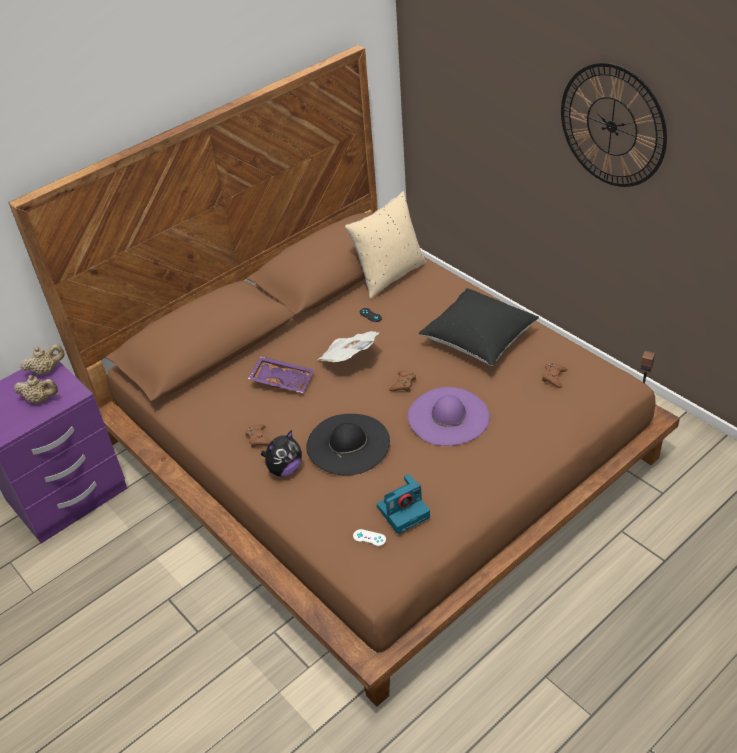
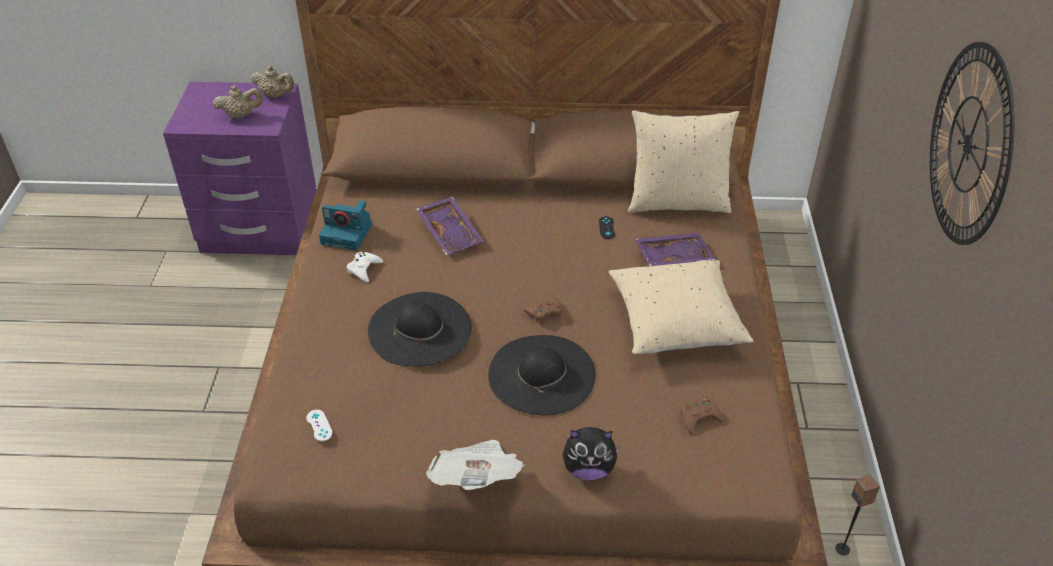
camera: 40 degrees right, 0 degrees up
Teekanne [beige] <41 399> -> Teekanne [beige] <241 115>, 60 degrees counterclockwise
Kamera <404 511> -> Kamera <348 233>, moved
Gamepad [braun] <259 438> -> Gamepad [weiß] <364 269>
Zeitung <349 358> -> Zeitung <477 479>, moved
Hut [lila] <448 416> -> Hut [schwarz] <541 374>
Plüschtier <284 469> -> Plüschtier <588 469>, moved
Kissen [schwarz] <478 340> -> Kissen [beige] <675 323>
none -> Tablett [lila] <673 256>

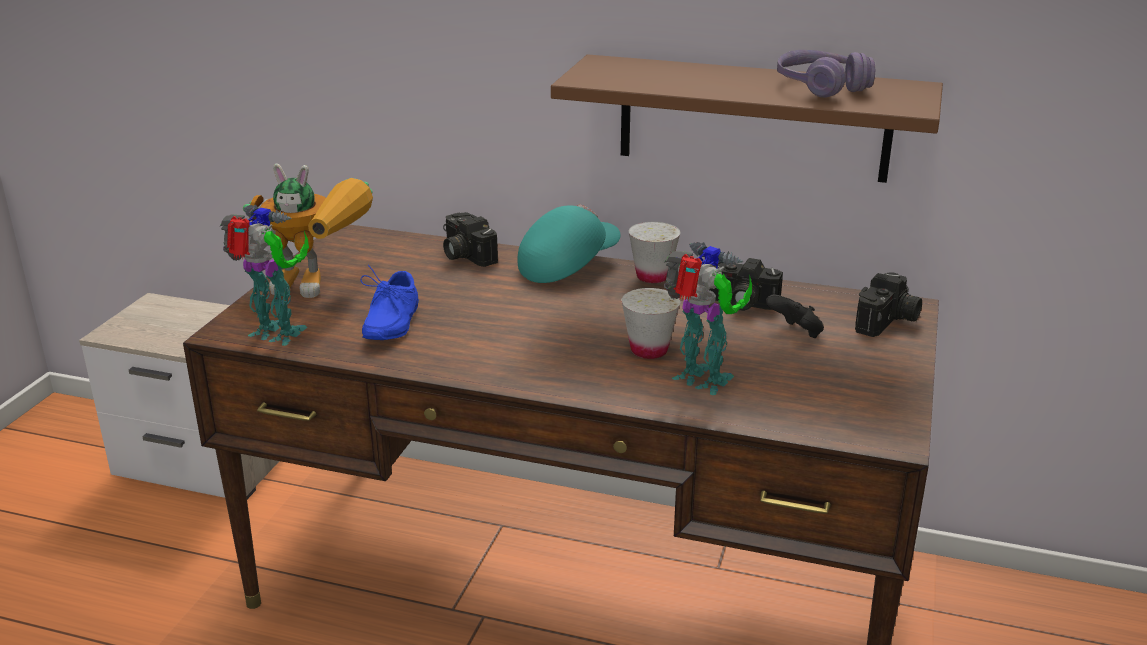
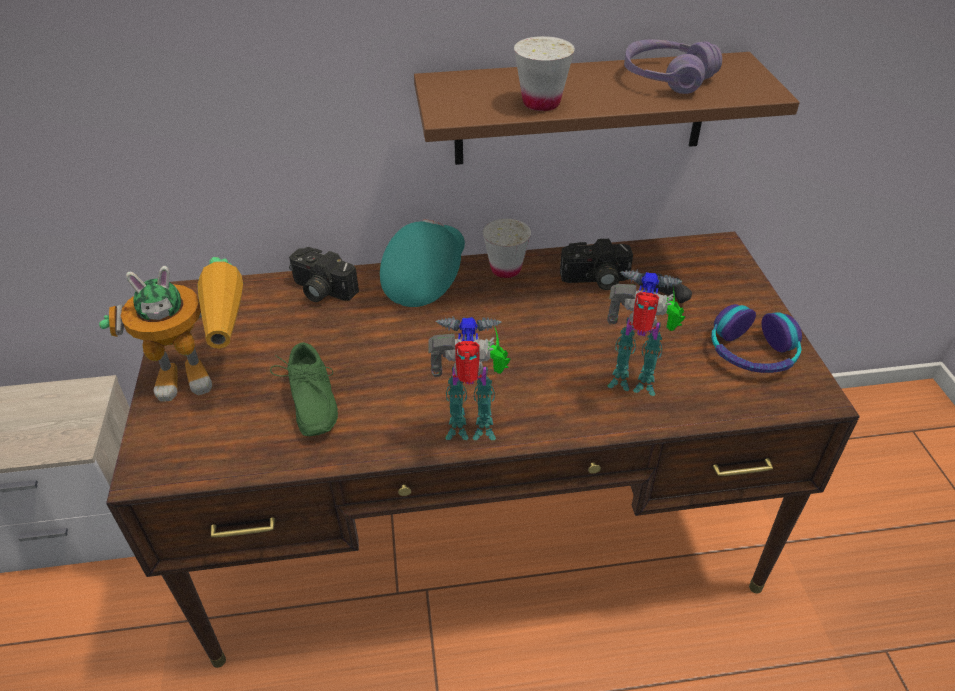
camera: 25 degrees left, 15 degrees up
Schuh [blau] <388 323> -> Schuh [grün] <309 403>
Spielzeugroboter <277 335> -> Spielzeugroboter <473 429>, moved
Tasse [weiß] <649 350> -> Tasse [weiß] <541 103>, moved
none -> Kopfhörer <752 352>
Kamera <888 322> -> none

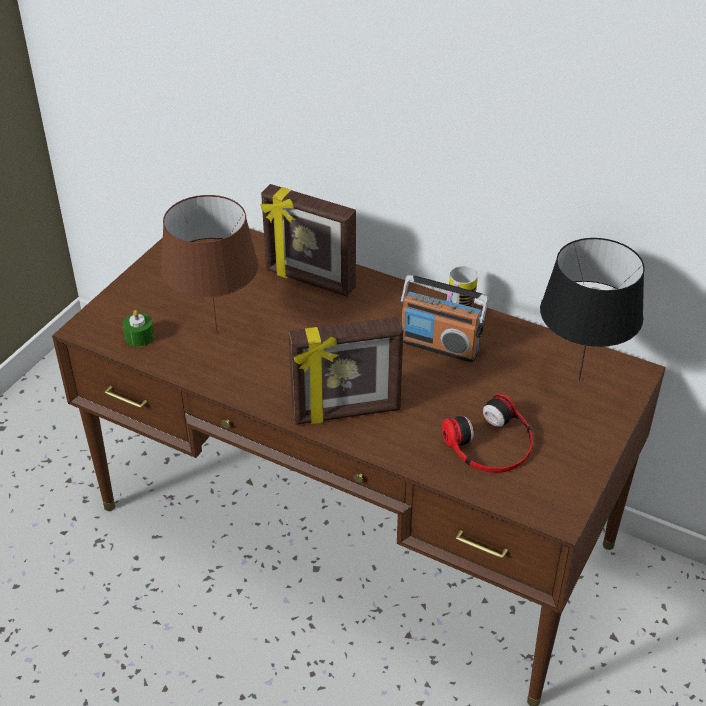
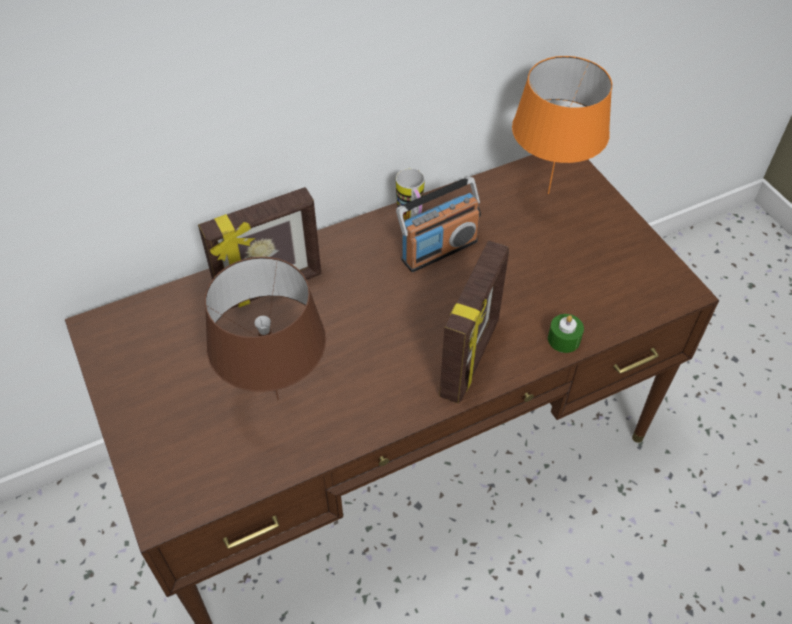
camera: 55 degrees left, 10 degrees up
Tischlampe [schwarz] <579 379> -> Tischlampe [orange] <548 192>
Kerze [grün] <139 337> -> Kerze [grün] <564 339>, moved
Kopfhörer <491 444> -> none

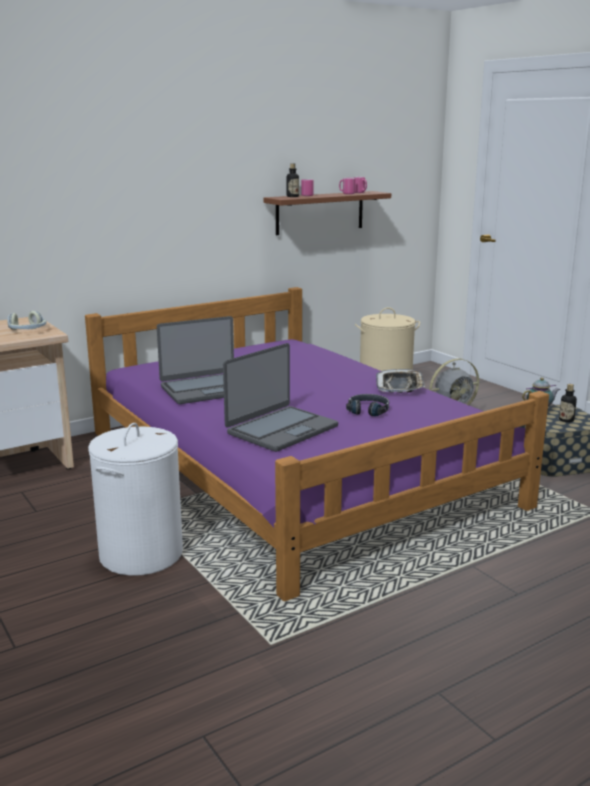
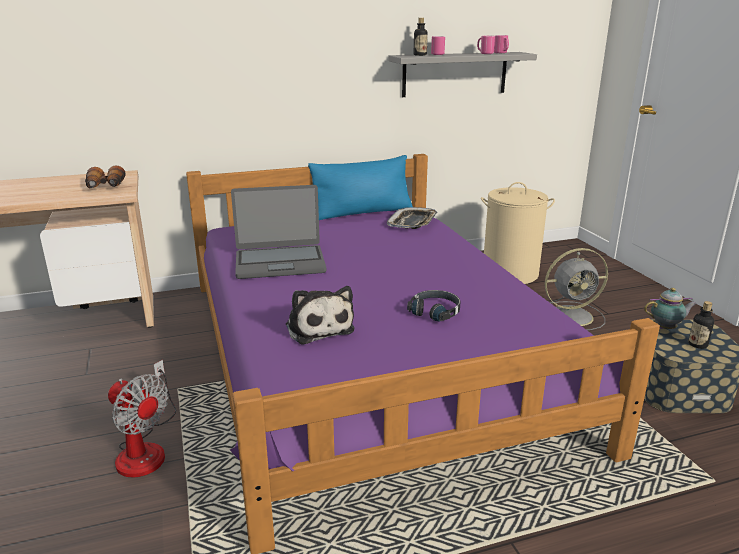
camera: 15 degrees right, 5 degrees up
Kopfhörer <28 331> -> Fernglas <105 187>
Wäschekorb [weiß] <141 553> -> Ventilator <145 448>
Laptop <281 429> -> Plüschtier <318 327>
none -> Kissen [blau] <362 213>
Tablett <400 386> -> Tablett <412 223>, moved
Wandregal [braun] <320 212> -> Wandregal [grau] <455 74>

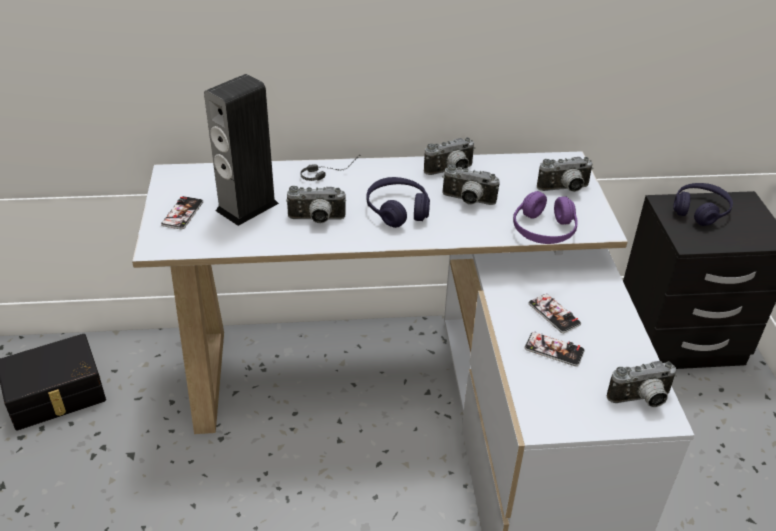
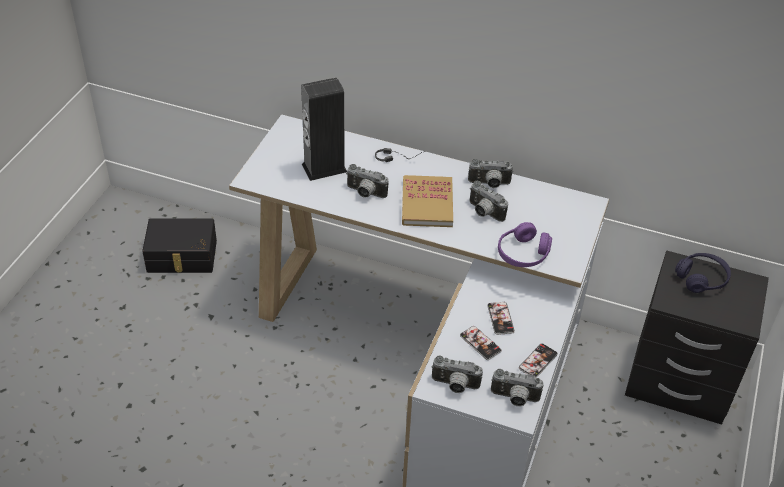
camera: 25 degrees right, 5 degrees up
Kopfhörer [lila] <397 210> -> Buch <427 203>
Kamera <565 190> -> Kamera <454 386>, moved
Handy <182 213> -> Handy <538 361>, moved

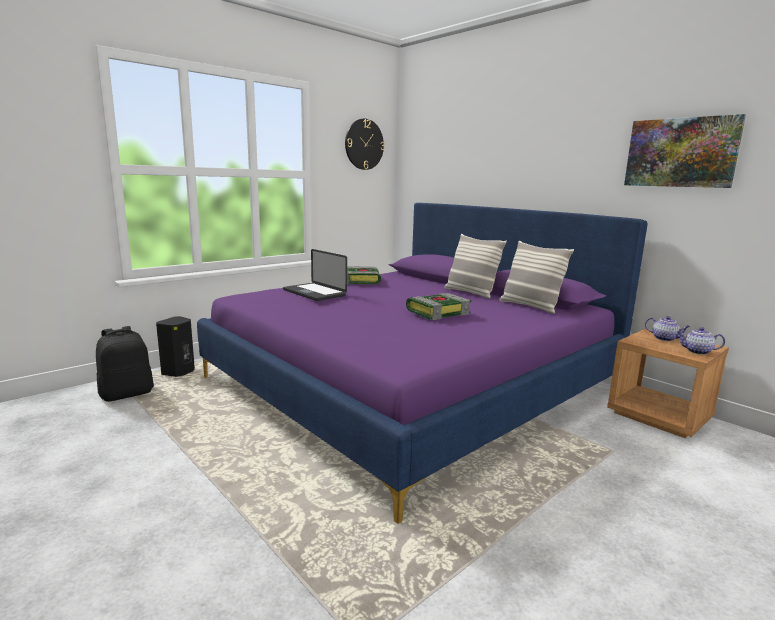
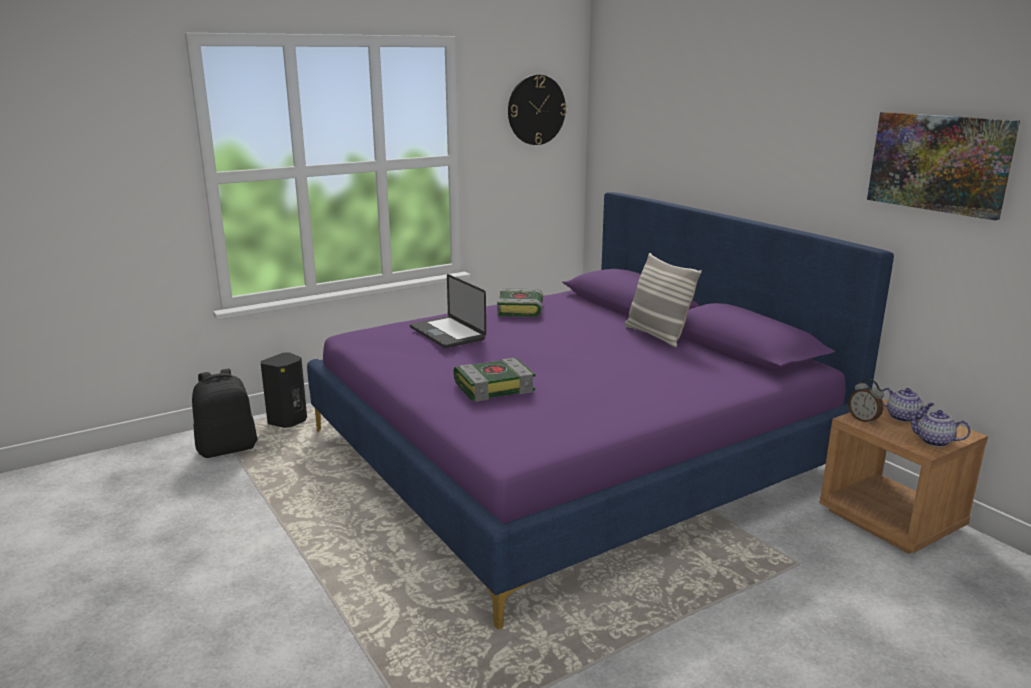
camera: 10 degrees right, 5 degrees up
Buch <438 312> -> Buch <494 387>, moved
none -> Wecker <864 420>
Kissen <530 306> -> none

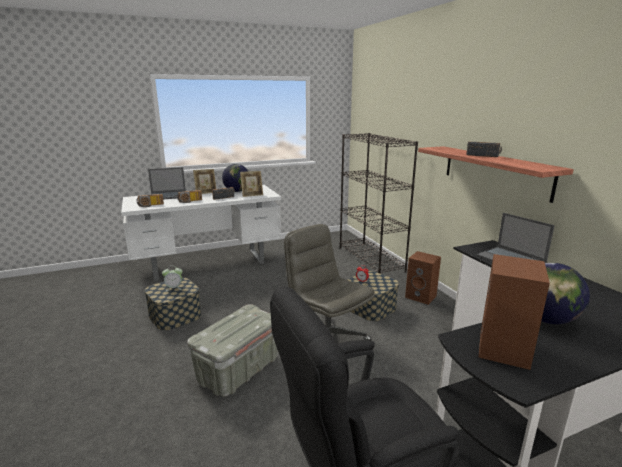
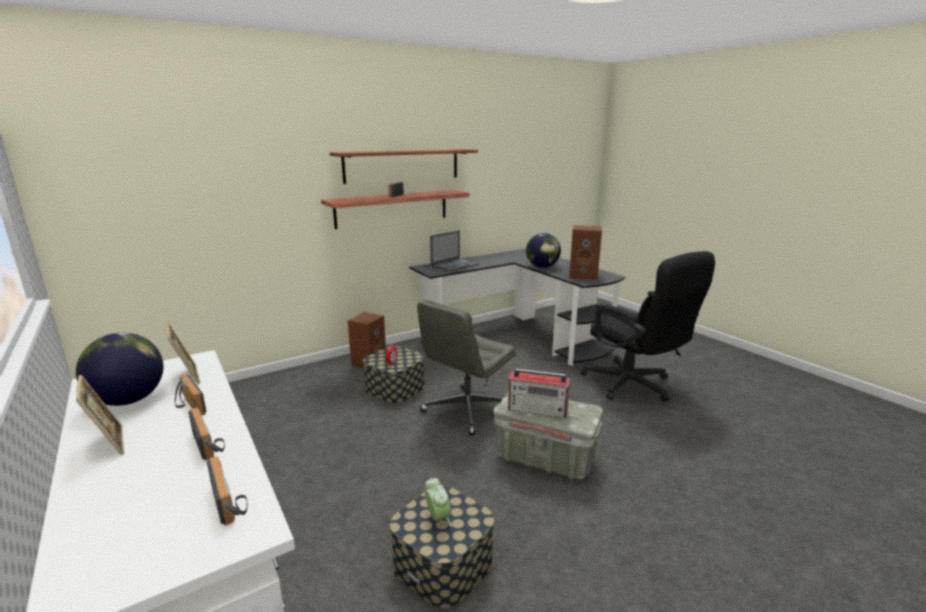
camera: 100 degrees left, 0 degrees up
none -> Wandregal <402 165>
none -> Radio <538 409>
Laptop <169 196> -> none
Bücherregal [schwarz] <371 259> -> none

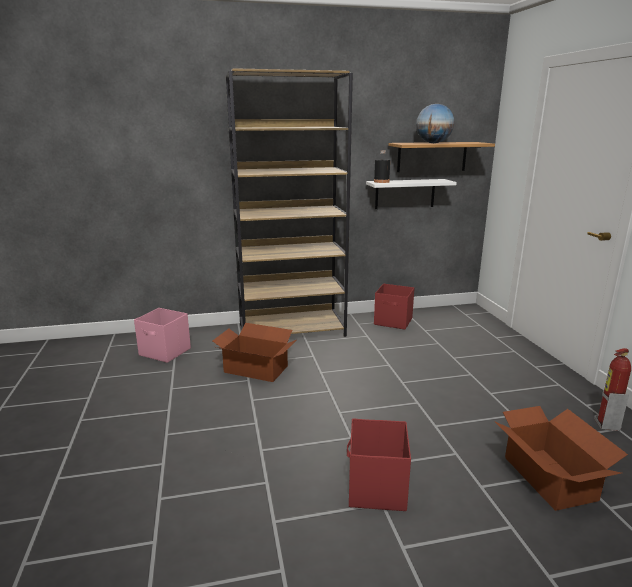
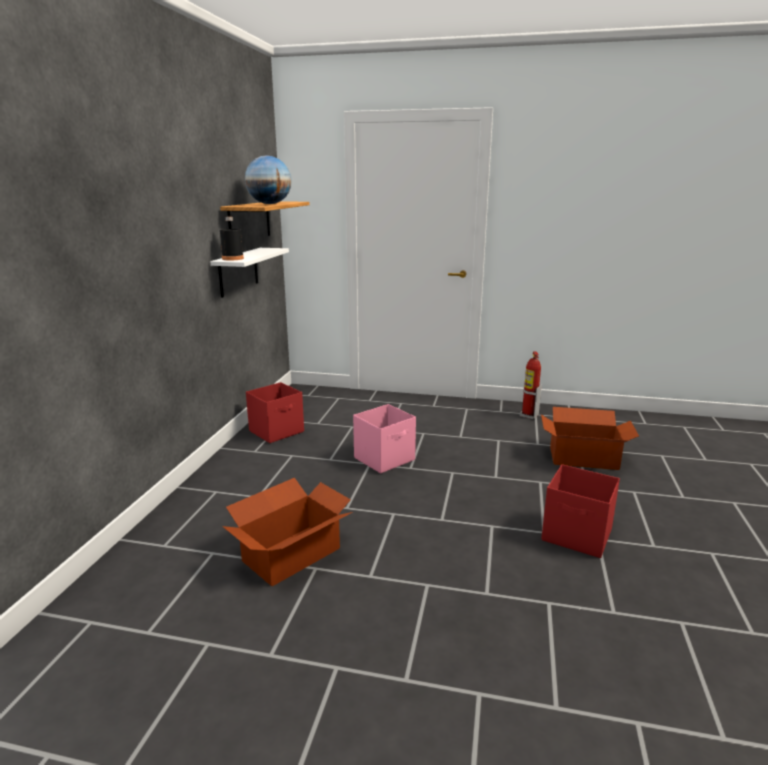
camera: 65 degrees left, 0 degrees up
Aufbewahrungsbox [rosa] <165 352> -> Aufbewahrungsbox [rosa] <385 459>, moved
Bücherregal [braun] <292 330> -> none

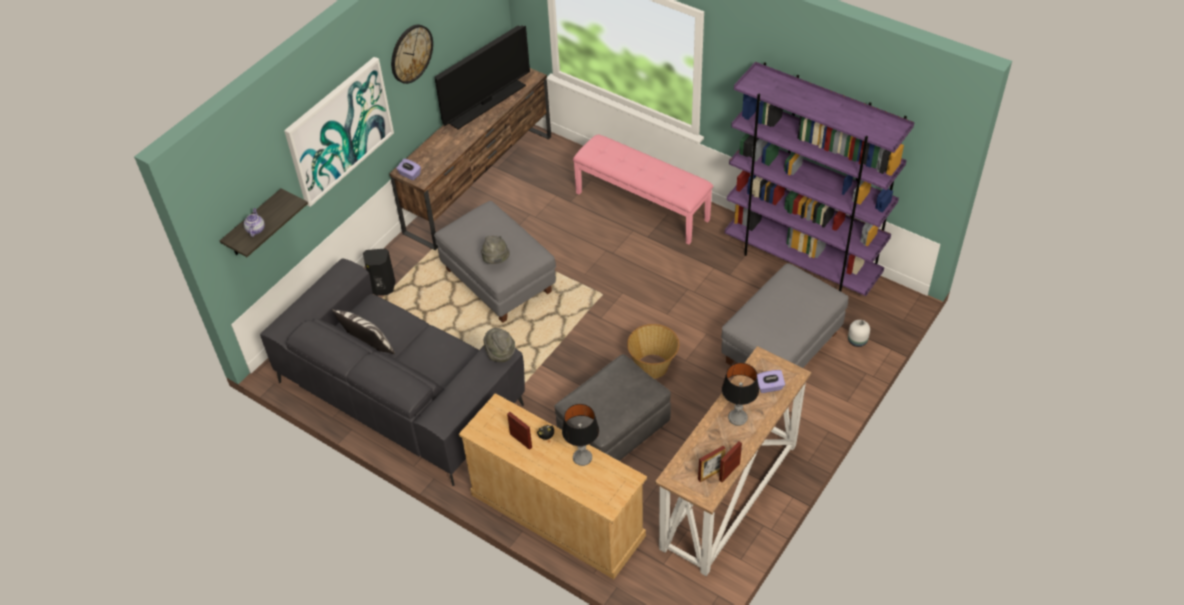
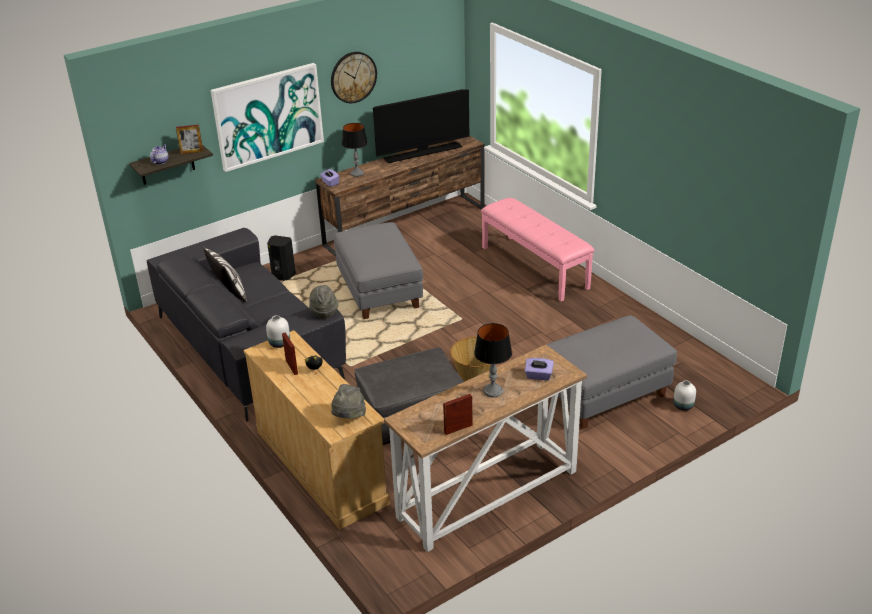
camera: 20 degrees right, 15 degrees down
Bilderrahmen <711 474> -> Bilderrahmen <192 152>, moved
none -> Vase [weiß] <279 343>
Hut [grau] <496 261> -> Hut [grau] <349 417>, moved
Tischlampe <582 458> -> Tischlampe <357 173>, moved
Bücherregal [lila] <802 262> -> none

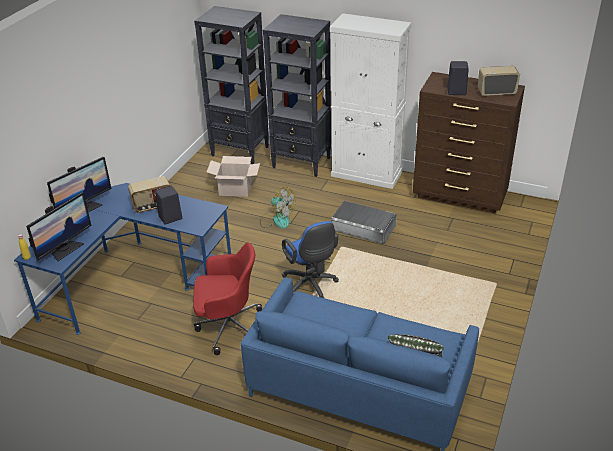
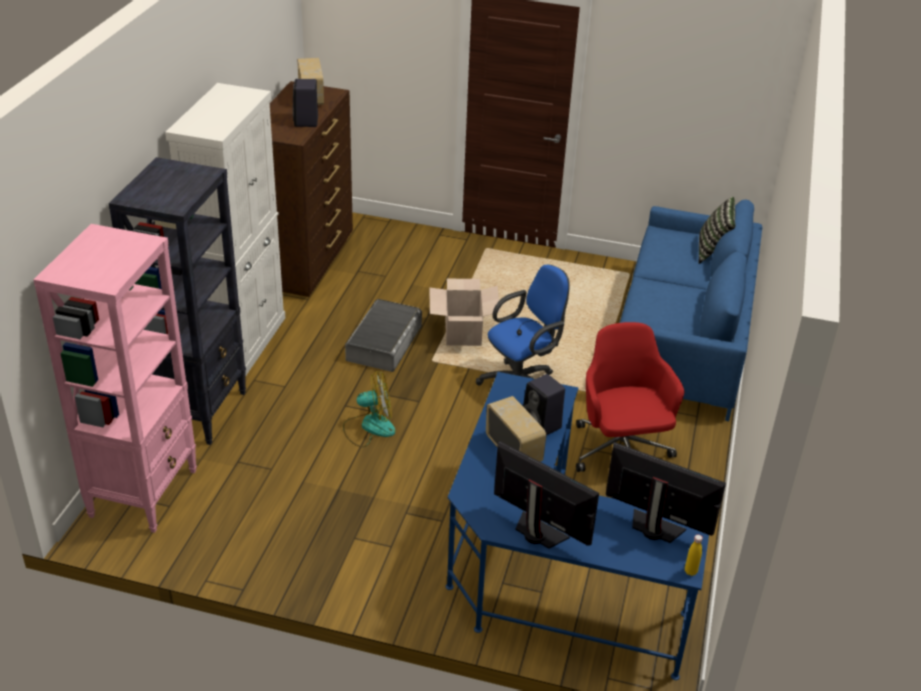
camera: 100 degrees left, 0 degrees up
Bücherregal [schwarz] <240 151> -> Bücherregal [rosa] <144 492>
Ventilator <277 219> -> Ventilator <369 427>, 60 degrees clockwise
Karton <235 189> -> Karton <463 332>, moved

